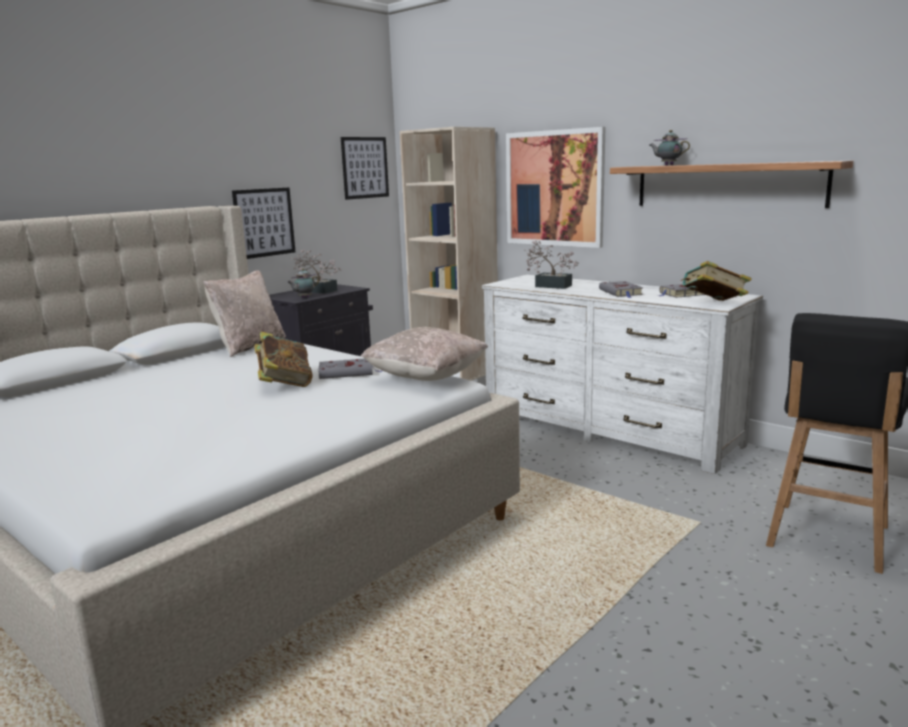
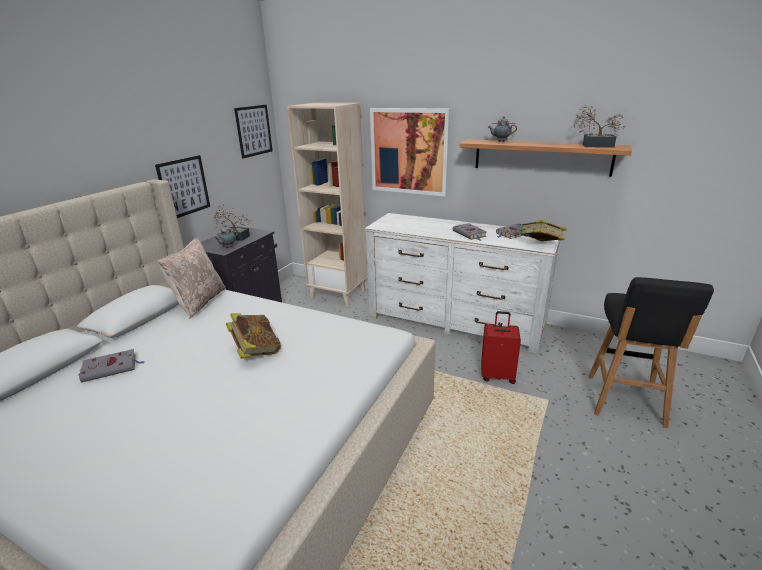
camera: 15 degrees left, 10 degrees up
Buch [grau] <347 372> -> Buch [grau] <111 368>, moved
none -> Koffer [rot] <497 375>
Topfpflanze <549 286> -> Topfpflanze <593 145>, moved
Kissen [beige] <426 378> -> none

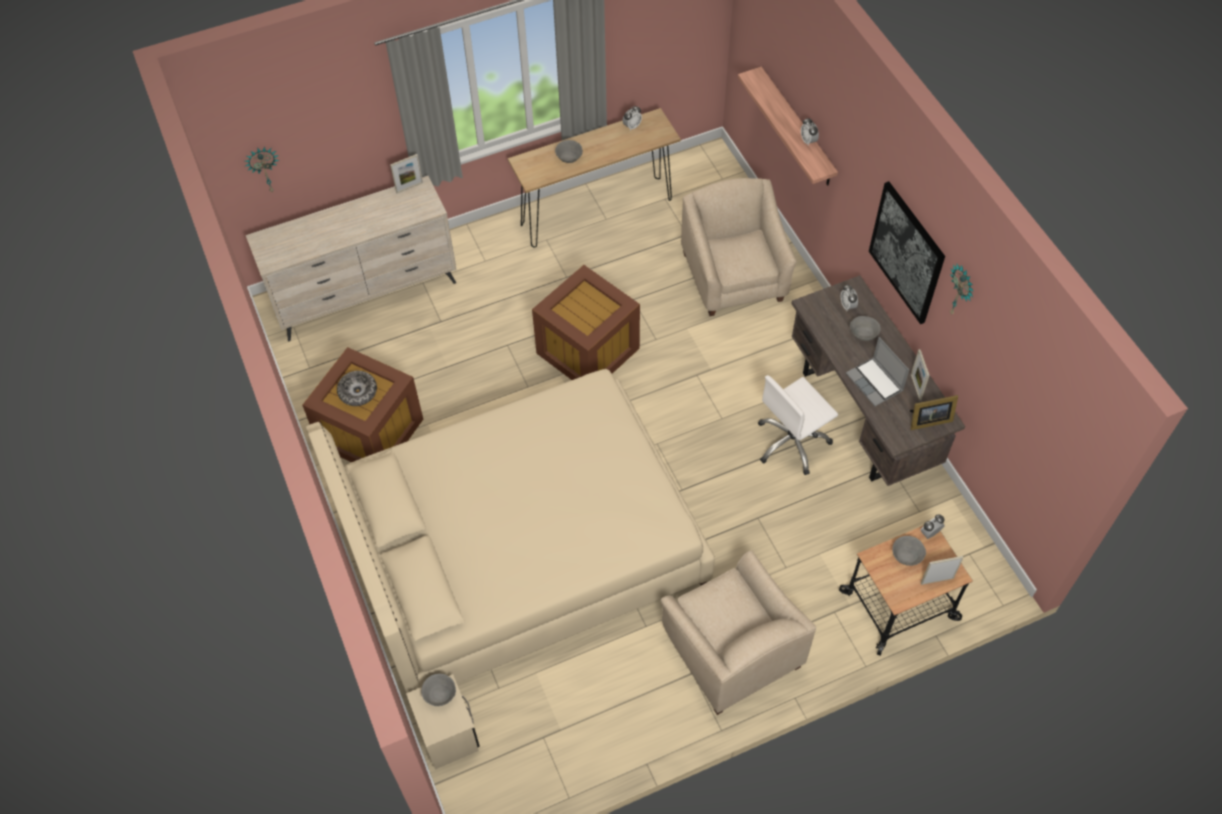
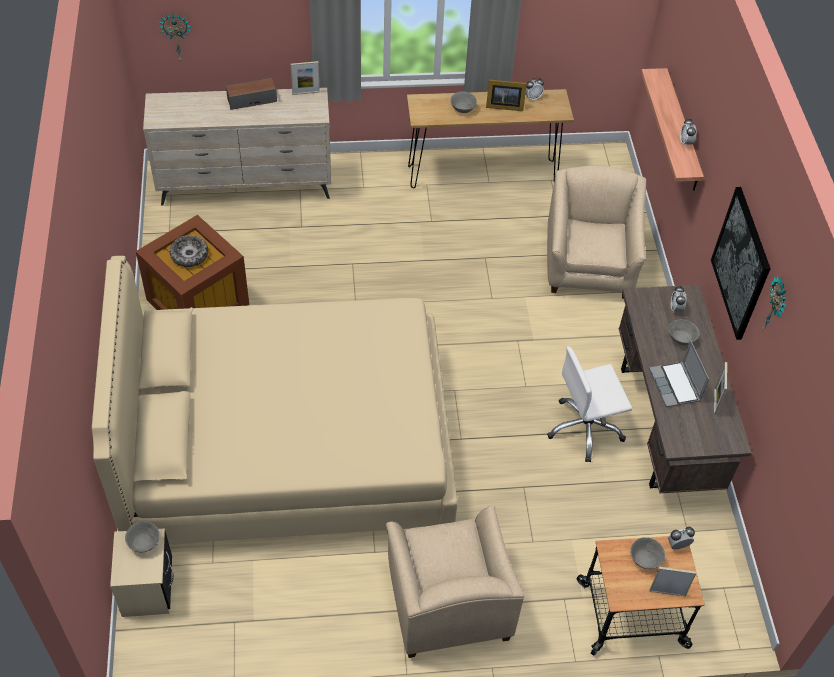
camera: 15 degrees right, 5 degrees down
none -> Lautsprecher <251 100>
Bilderrahmen <928 420> -> Bilderrahmen <503 106>, moved
Aufbewahrungsbox [braun] <588 352> -> none

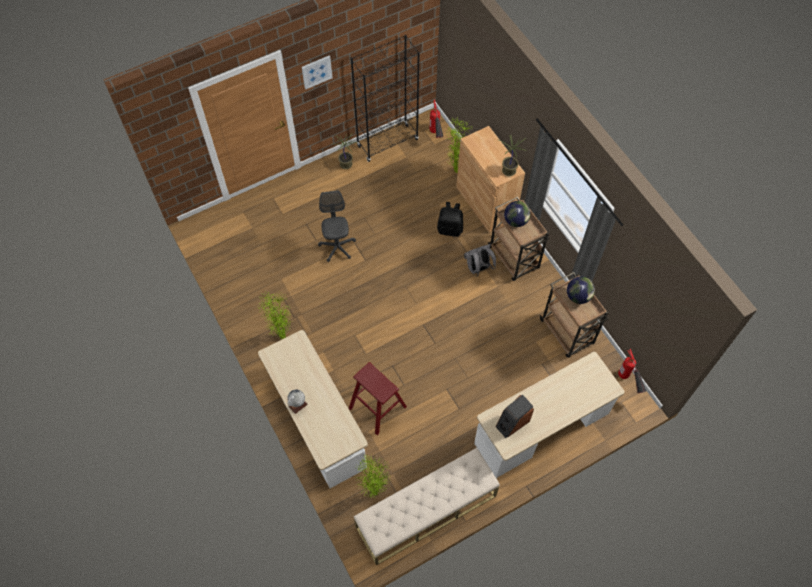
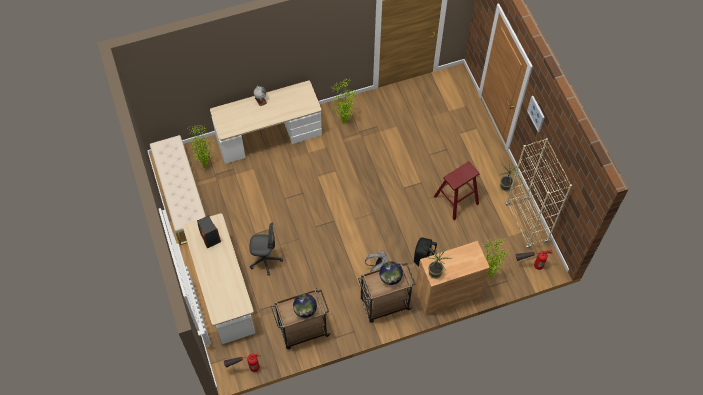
camera: 100 degrees right, 0 degrees up
Bürostuhl [grau] <337 247> -> Bürostuhl [grau] <265 260>, moved
Hocker [rot] <377 407> -> Hocker [rot] <456 200>, moved
Bücherregal [schwarz] <387 143> -> Bücherregal [beige] <526 223>

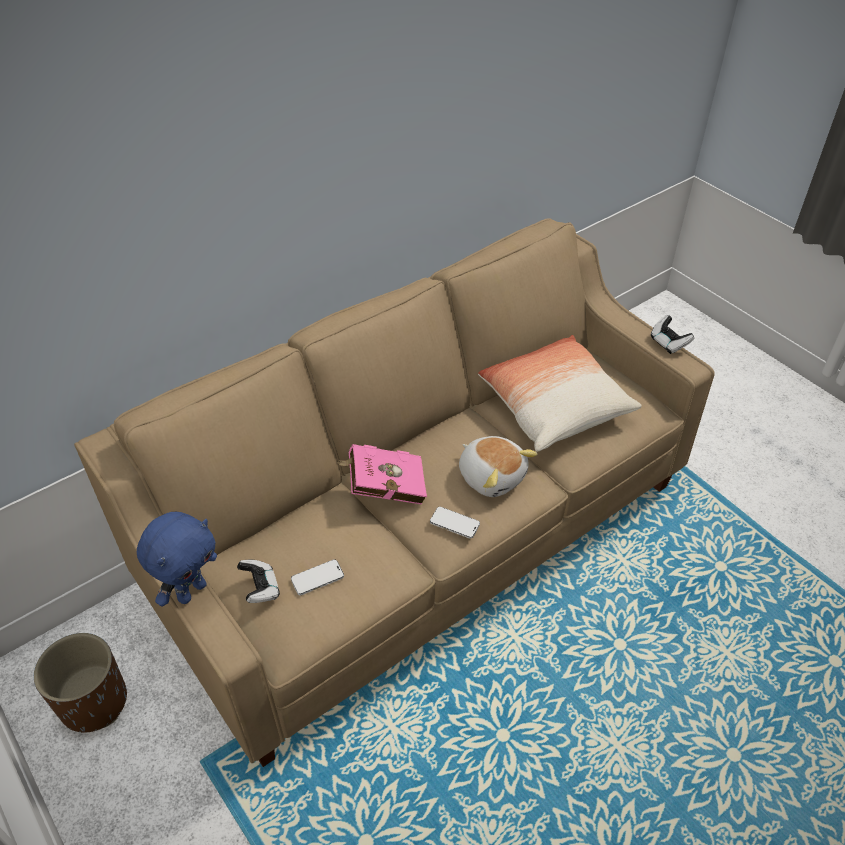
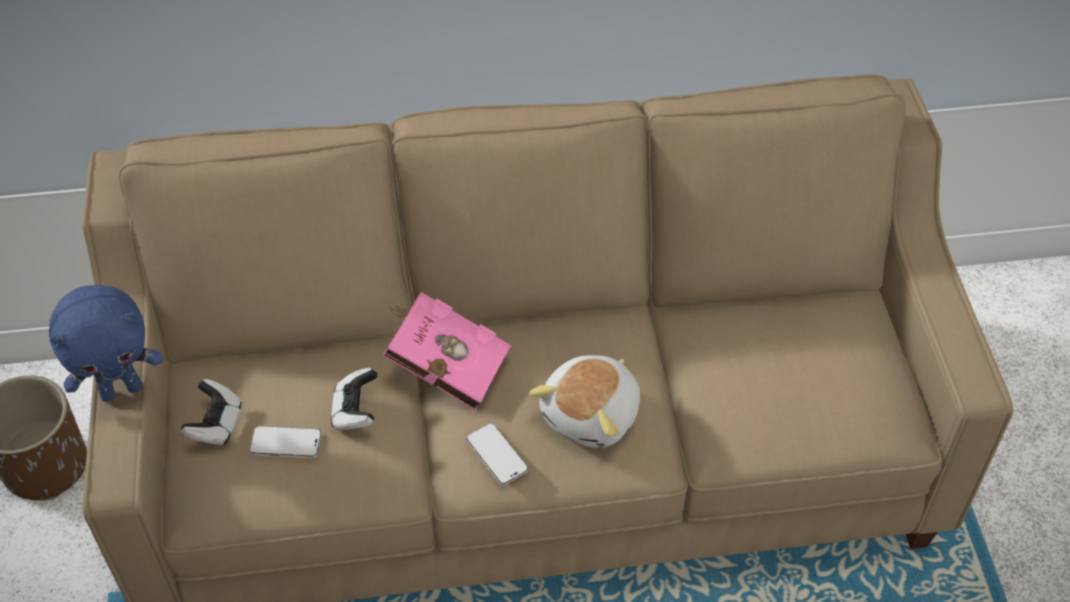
camera: 30 degrees right, 5 degrees up
Gamepad <668 343> -> Gamepad <355 411>, moved
Plüschtier <492 476> -> Plüschtier <592 415>, 45 degrees clockwise
Kissen <552 406> -> none

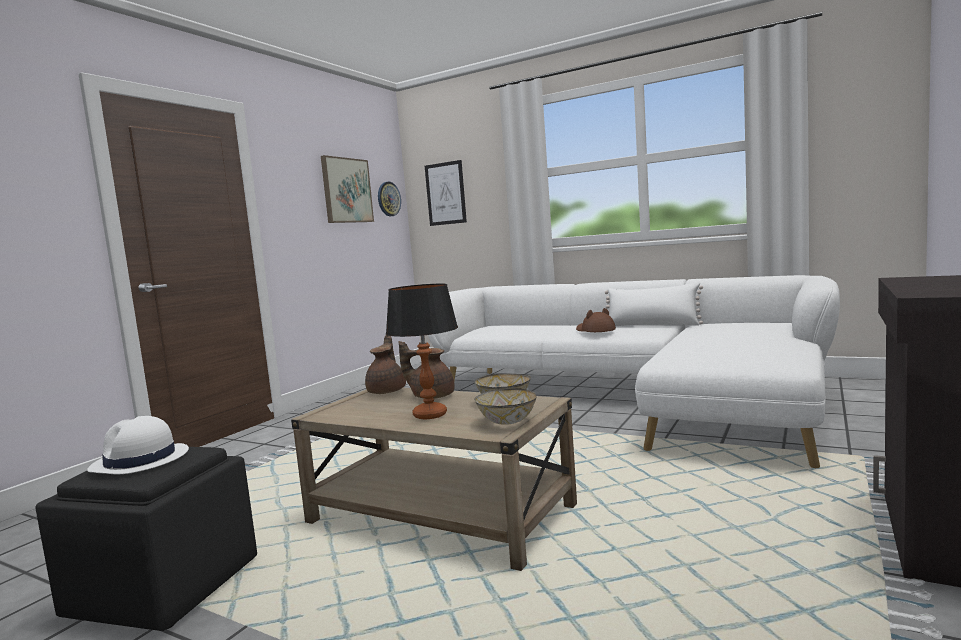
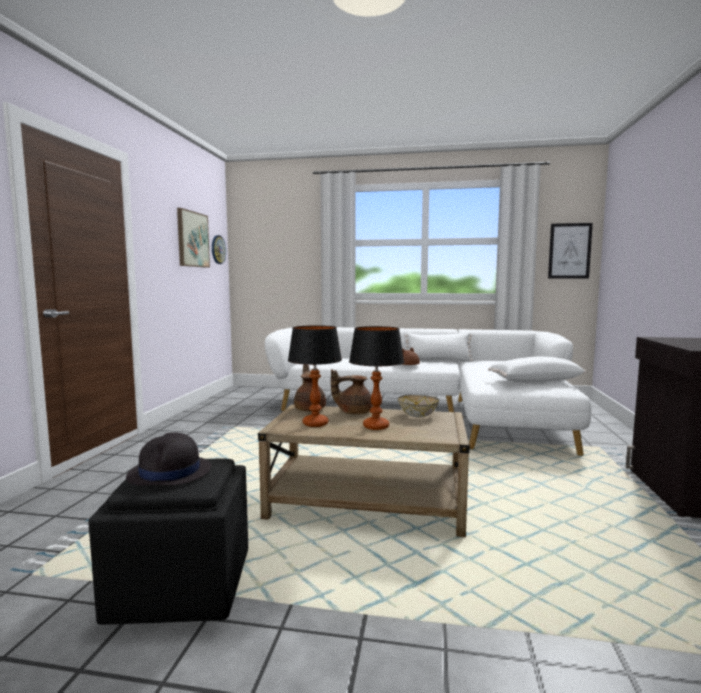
camera: 20 degrees left, 0 degrees up
Hut [weiß] <140 461> -> Hut [schwarz] <170 473>
none -> Tischlampe <315 423>
none -> Kissen [weiß] <534 381>
Bild <445 193> -> Bild <569 251>, moved
Schüssel <507 422> -> none

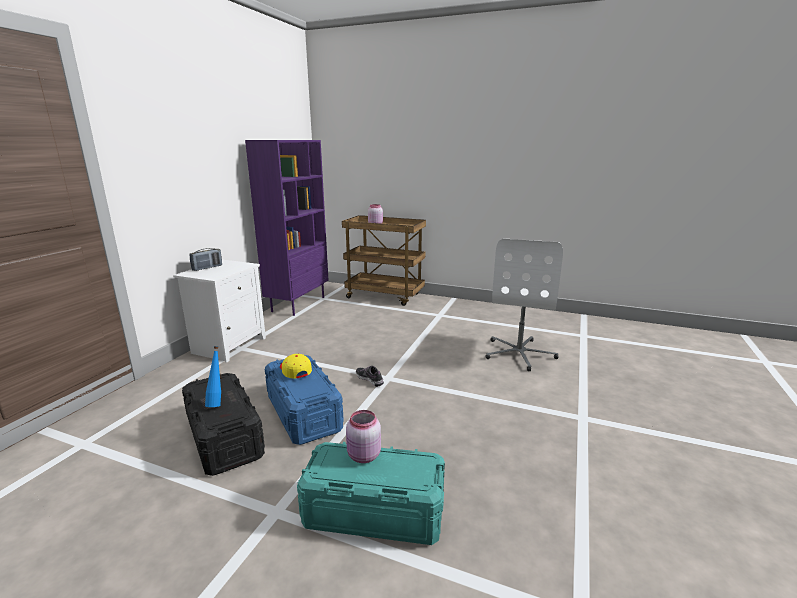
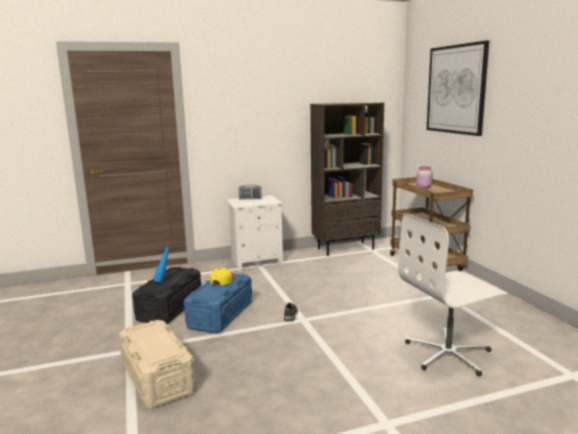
camera: 50 degrees right, 5 degrees down
Aufbewahrungsbox [türkis] <374 512> -> Aufbewahrungsbox [beige] <157 377>
Bücherregal [lila] <298 304> -> Bücherregal [braun] <345 248>
none -> Bild <456 89>
Vorratsglas [rosa] <363 456> -> none

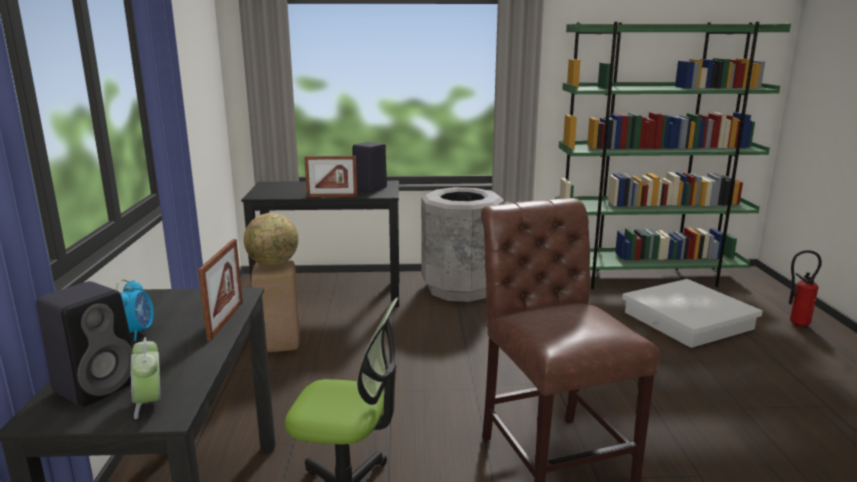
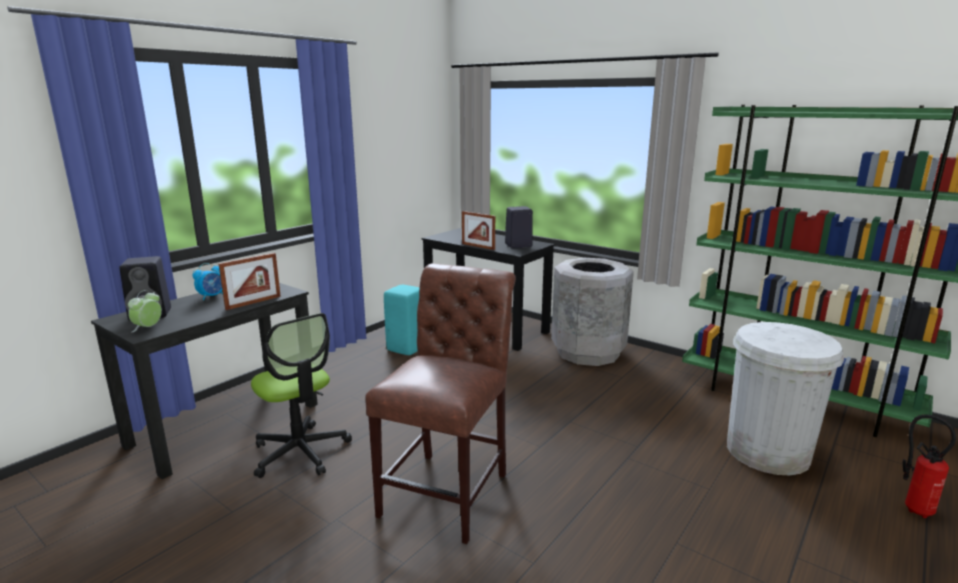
camera: 40 degrees right, 0 degrees up
Hocker [beige] <278 344> -> Hocker [türkis] <405 349>
Aufbewahrungsbox [weiß] <687 320> -> Mülleimer [weiß] <767 451>
Globus <273 264> -> none

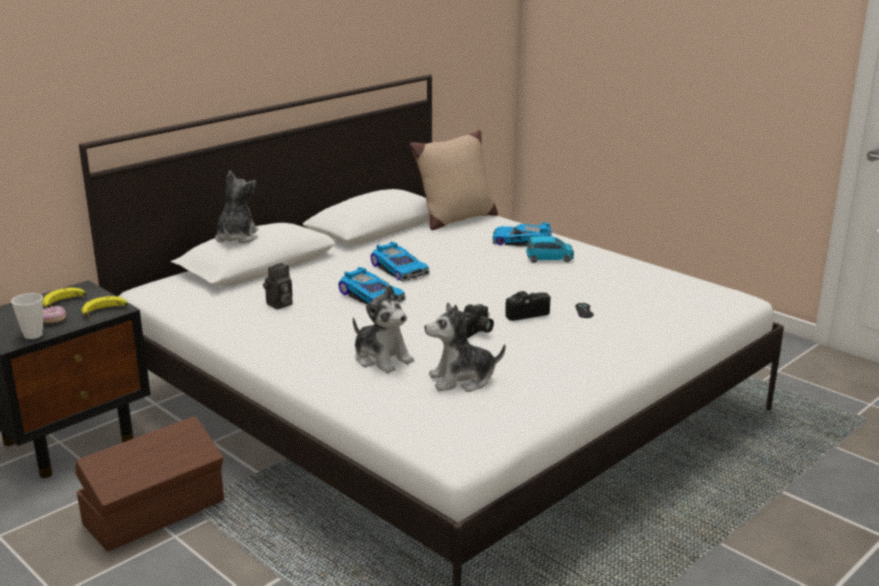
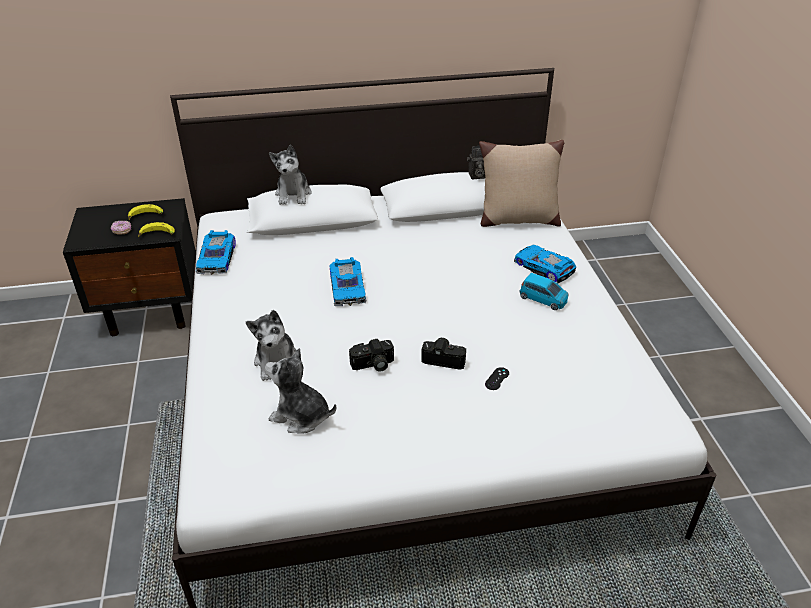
camera: 35 degrees right, 15 degrees up
Spielzeugauto <400 269> -> Spielzeugauto <218 258>, moved
Plüschtier <236 237> -> Plüschtier <293 194>, 135 degrees clockwise
Kamera <279 305> -> Kamera <476 176>, moved
Tasse <33 335> -> none
Aufbewahrungsbox [braun] <156 513> -> none

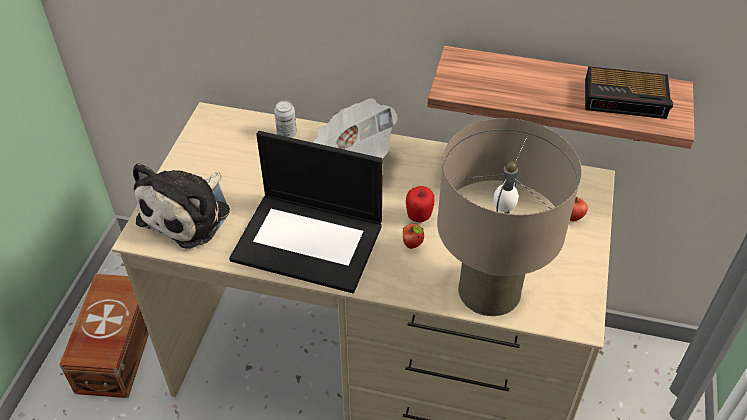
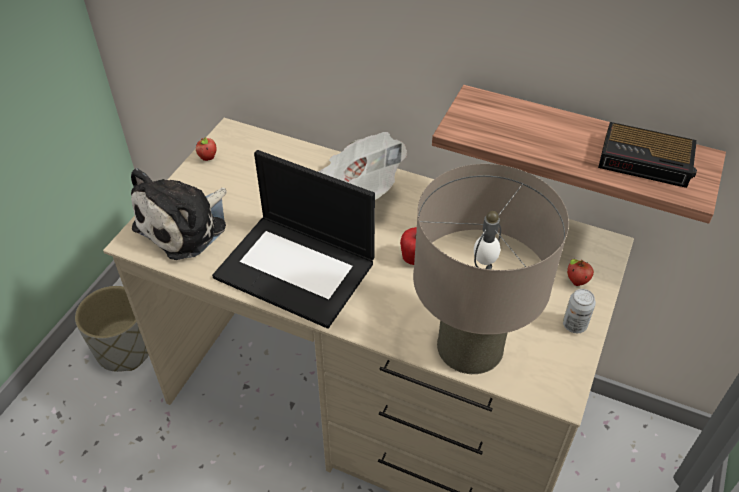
camera: 10 degrees right, 0 degrees up
Aufbewahrungsbox [braun] <115 350> -> Pflanzkübel [grau] <124 350>
Apfel <413 245> -> Apfel <208 158>, moved
Dose <286 134> -> Dose <574 325>, moved

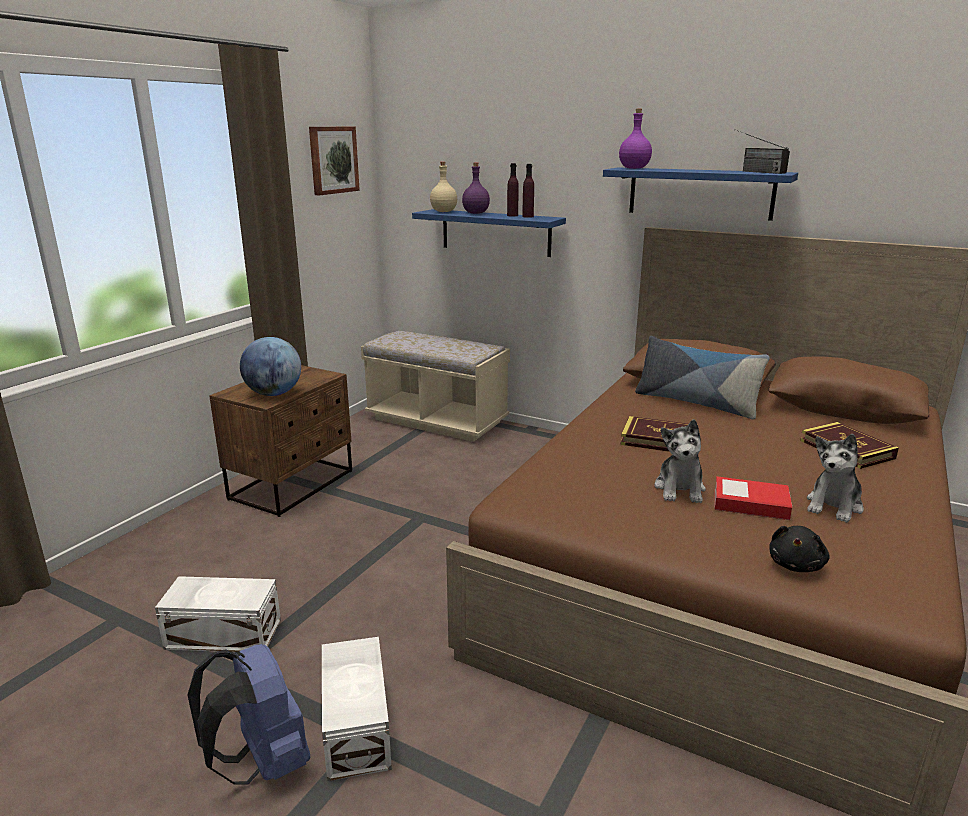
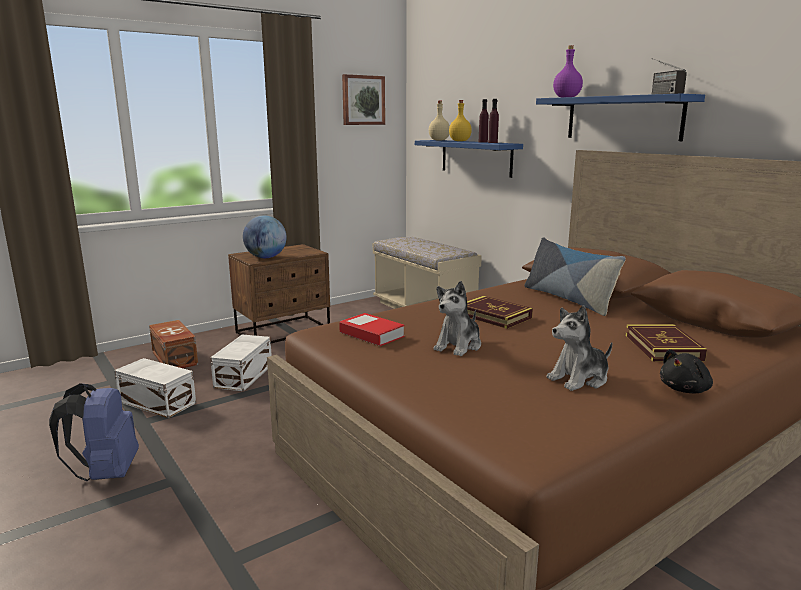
camera: 25 degrees right, 5 degrees down
none -> Aufbewahrungsbox [braun] <174 358>
Aufbewahrungsbox [weiß] <358 725> -> Aufbewahrungsbox [weiß] <245 375>, moved
Buch <750 504> -> Buch <371 334>, moved
Flasche [lila] <475 213> -> Flasche [gelb] <459 141>
Plüschtier [schwarz] <796 565> -> Plüschtier [schwarz] <685 389>, moved

